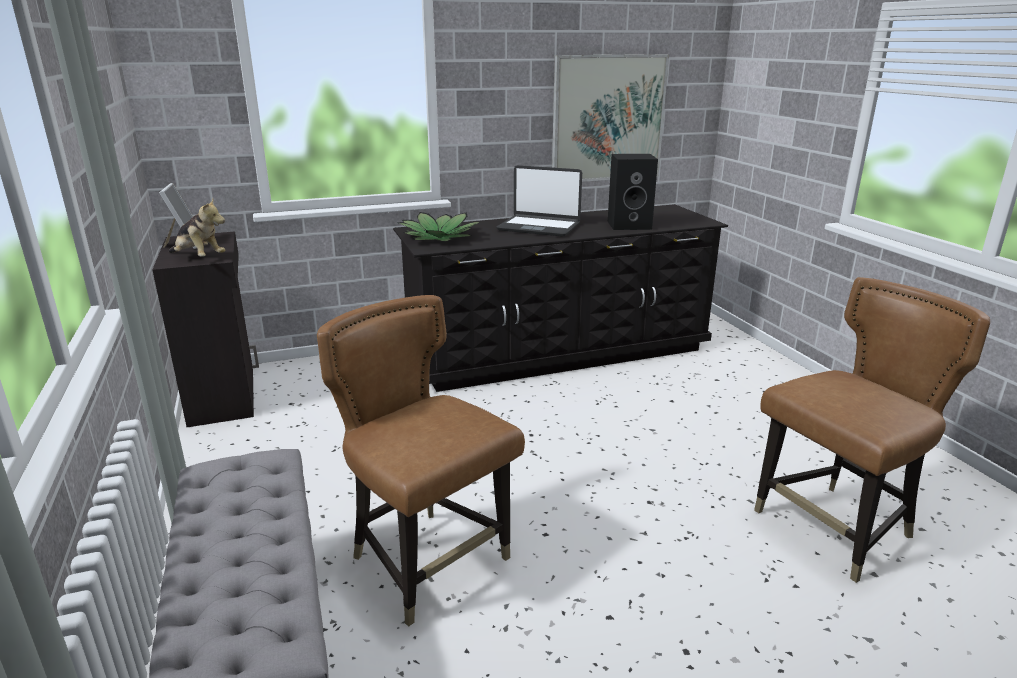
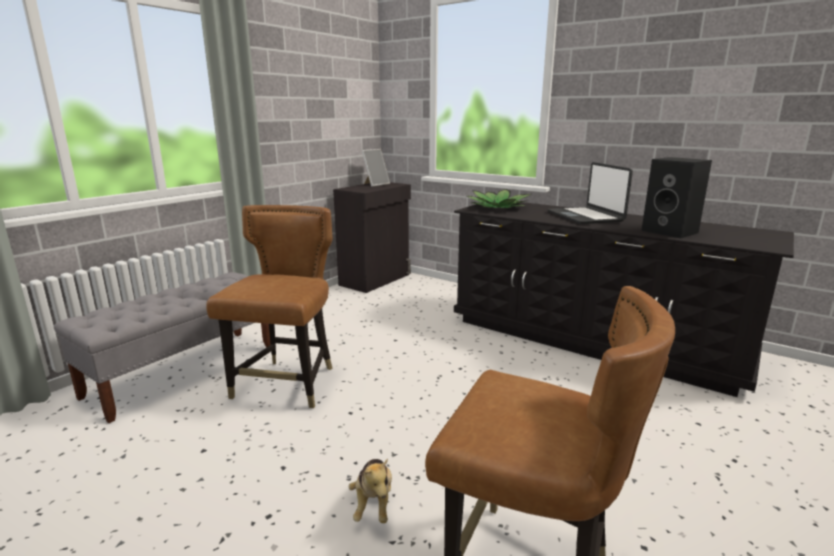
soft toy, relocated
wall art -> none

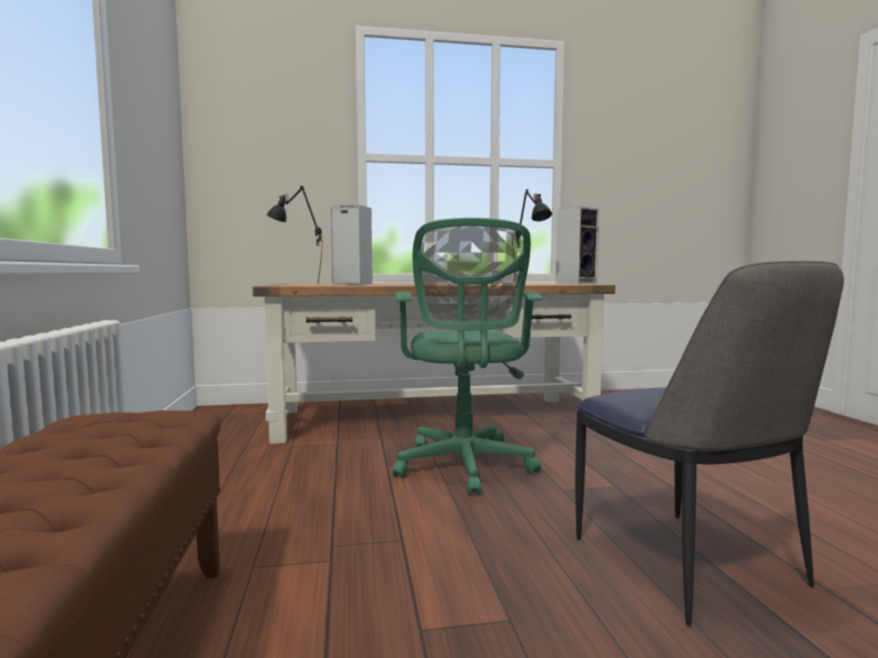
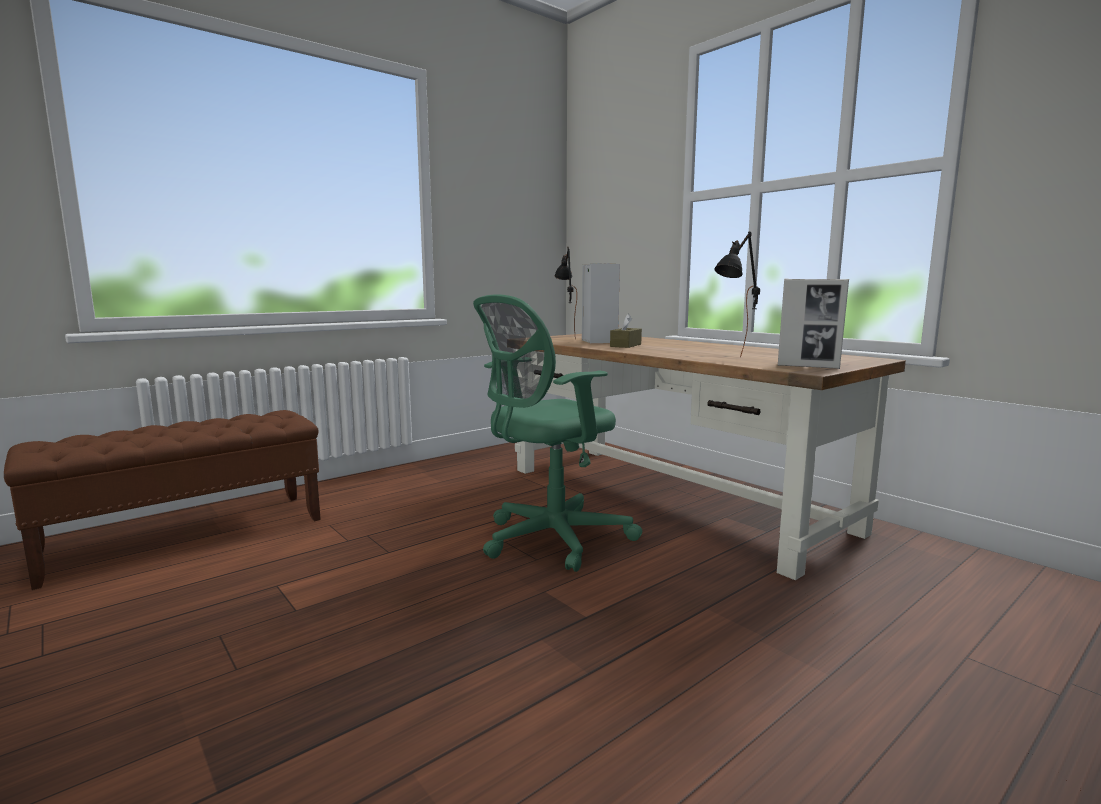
none -> tissue box (brown-coloured)
speaker (no. 2 from left) -> photo frame
plain chair -> none

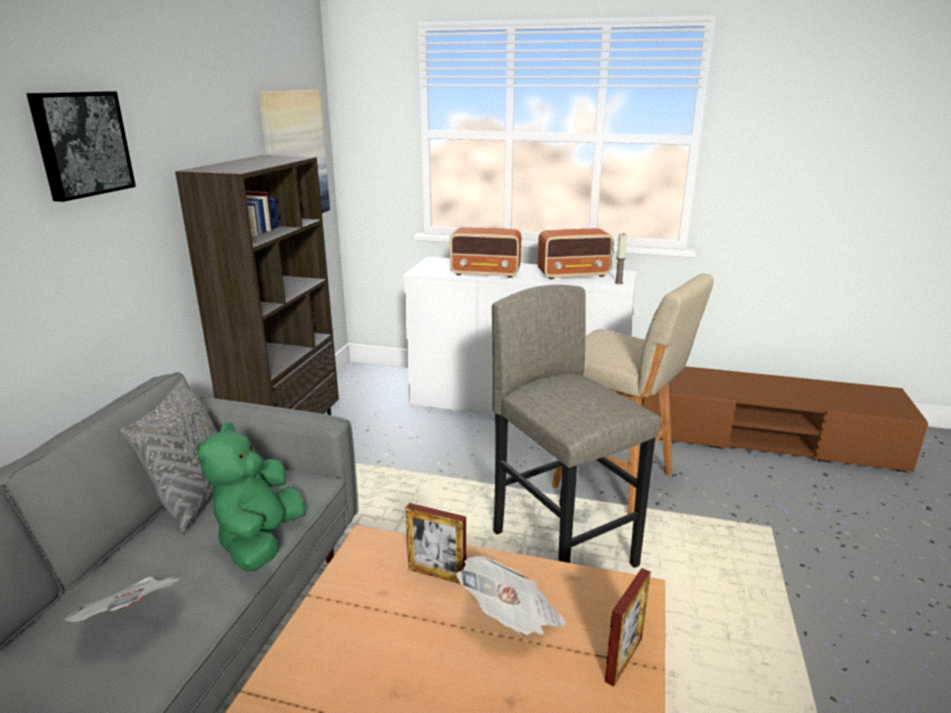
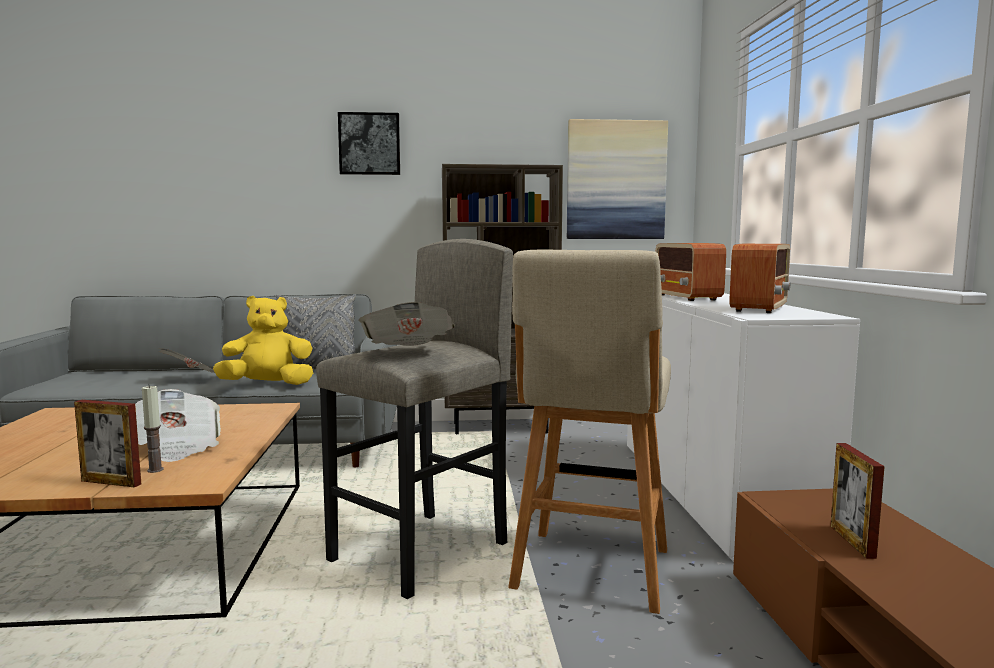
wax candle, relocated
soft toy (green) -> soft toy (yellow-coloured)
none -> printed paper (no. 3 from left)
radio set (no. 2 from left), 120 degrees counterclockwise
photo frame (no. 1 from left in the first image) -> photo frame (no. 2 from left), relocated

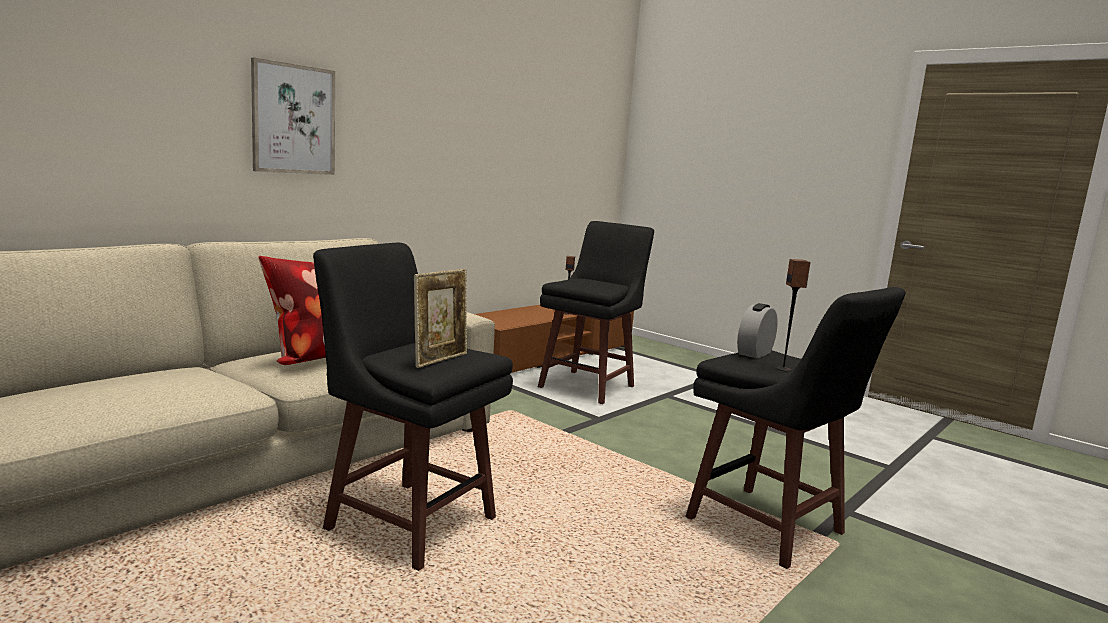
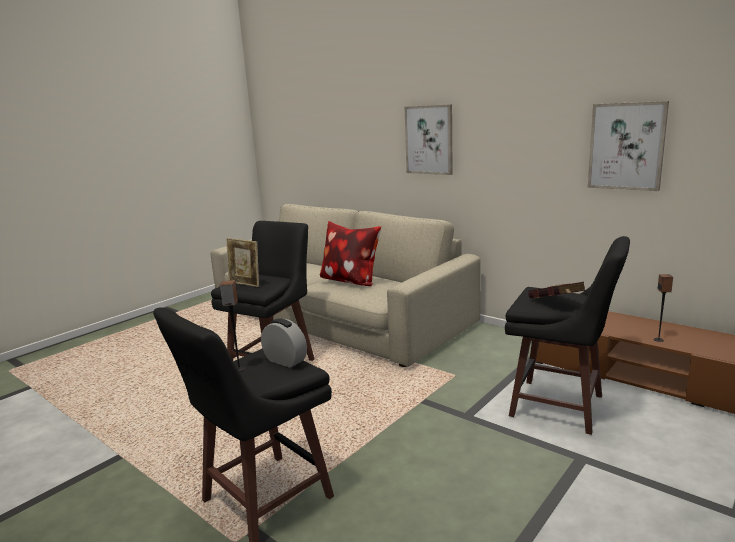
none -> volume (red-coloured)
none -> wall art (no. 2 from left)

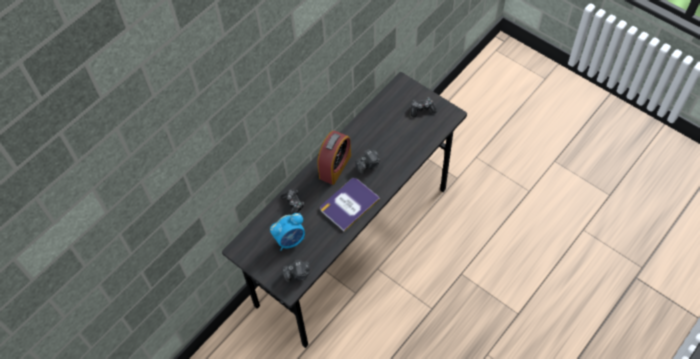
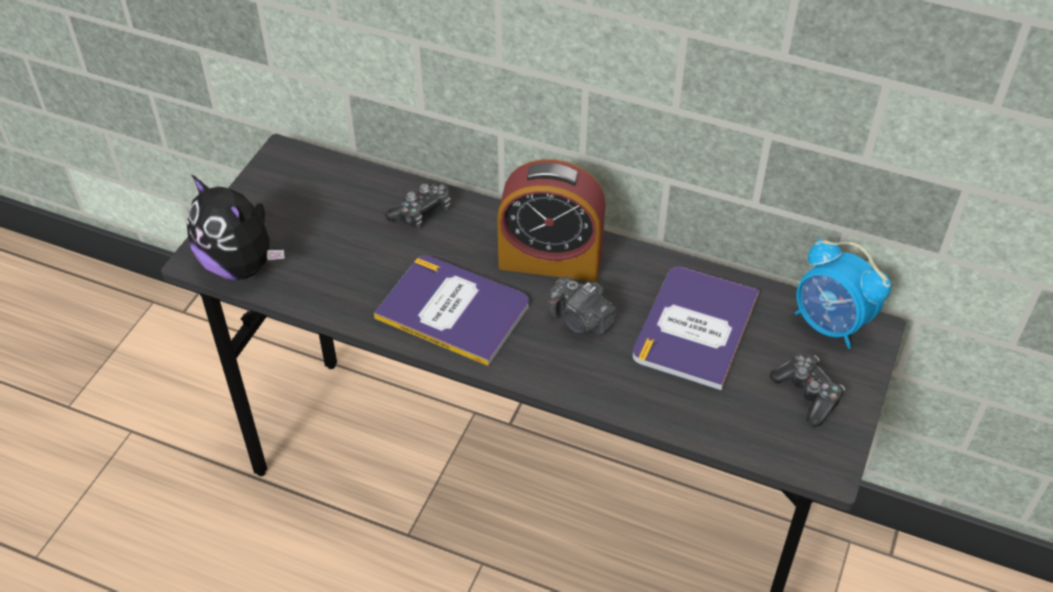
still camera (no. 1 from left) -> soft toy
none -> volume (no. 2 from left)
bedside clock (no. 1 from left in the first image) -> bedside clock (no. 2 from left), relocated

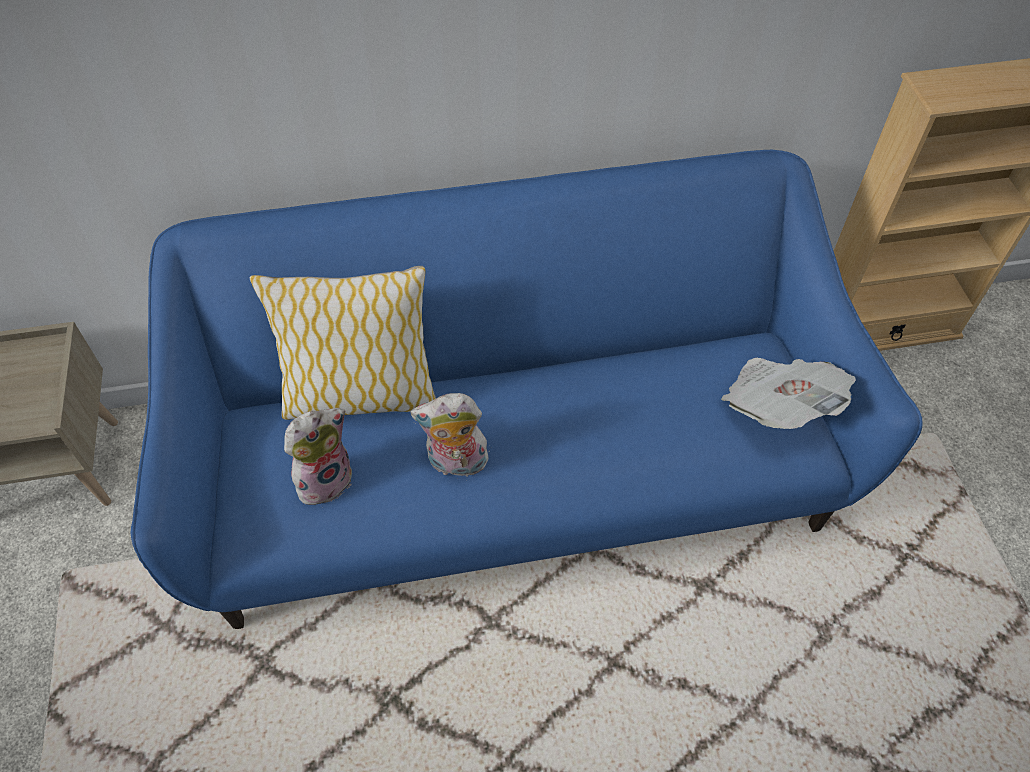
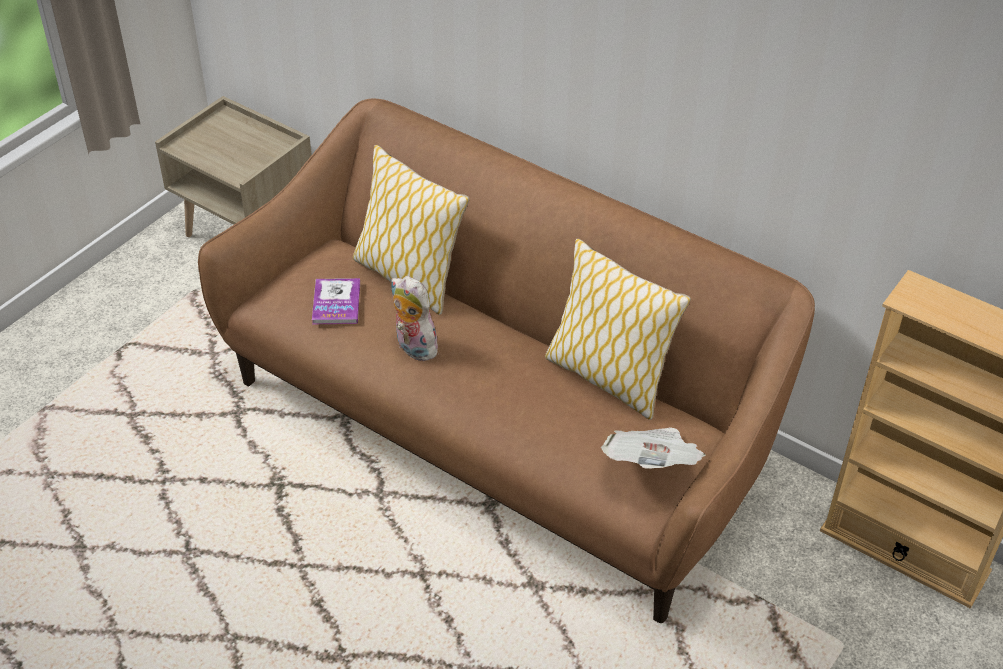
couch (blue-coloured) -> couch (brown-coloured)
soft toy (no. 1 from left) -> volume
none -> cushion (no. 2 from left)

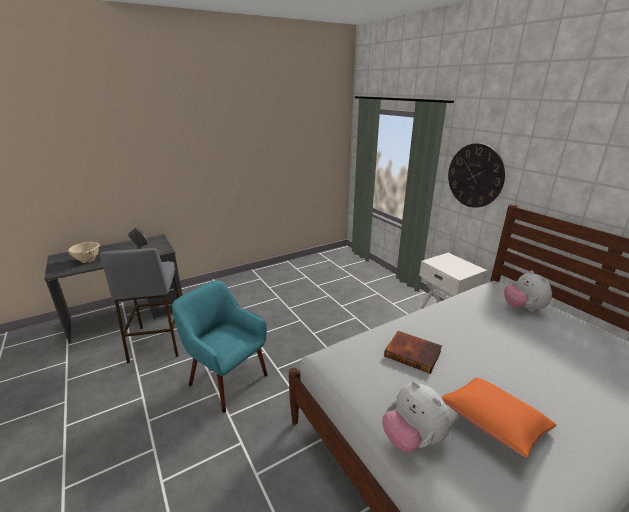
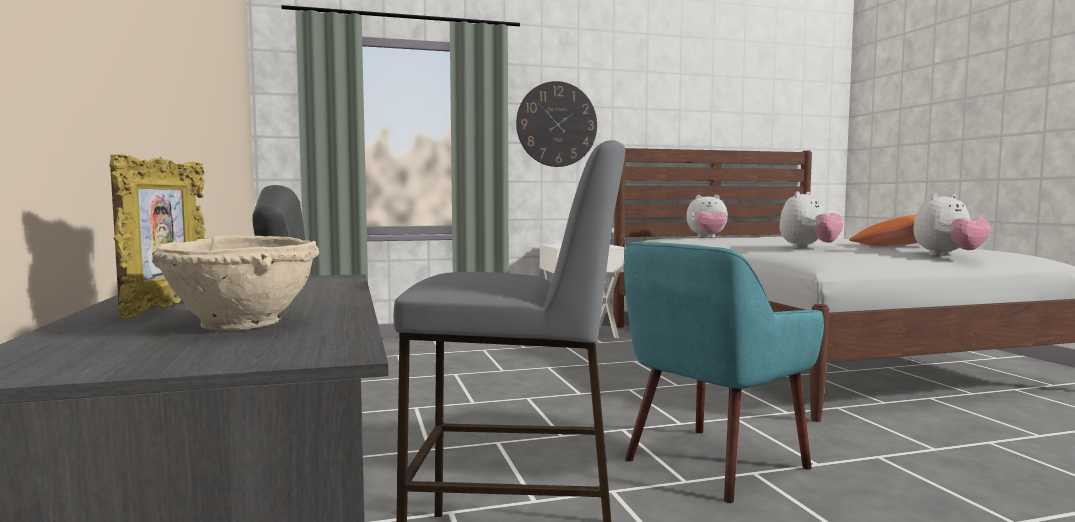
none -> photo frame
volume -> soft toy (no. 2 from left)

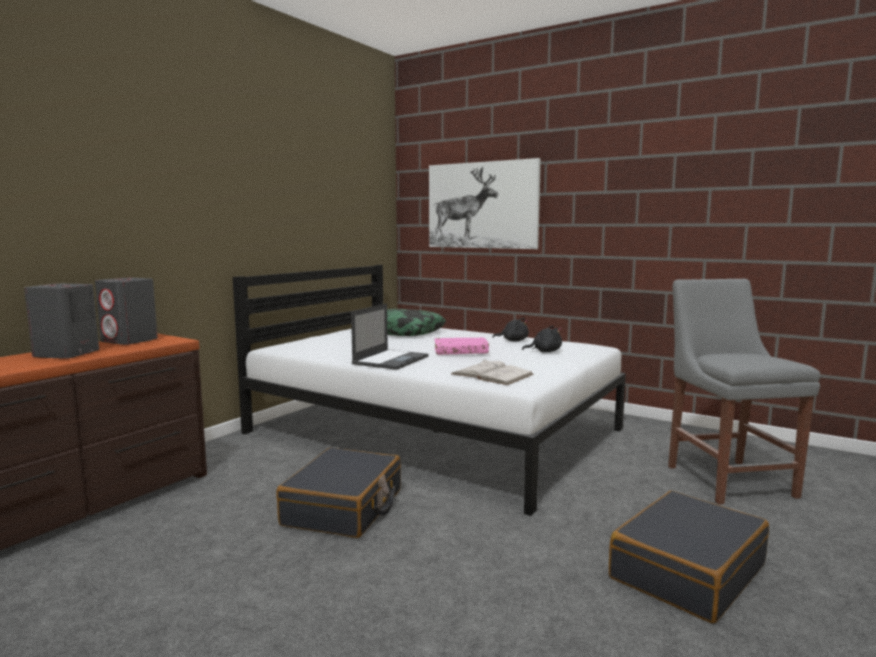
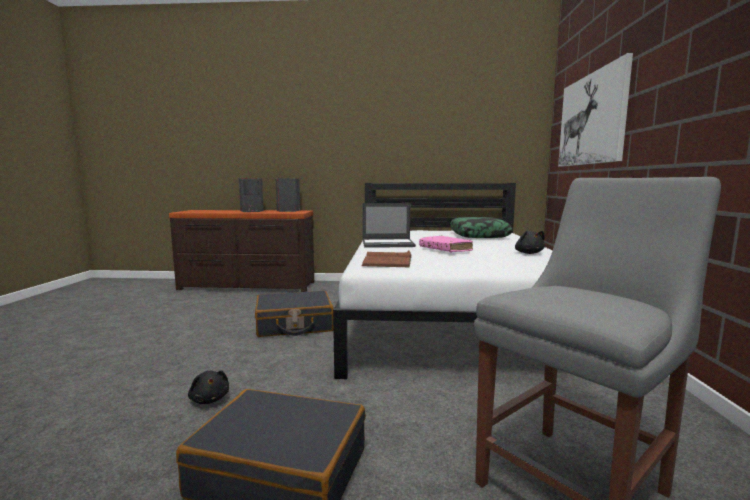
soft toy (black) (no. 2 from left in the first image) -> soft toy (black) (no. 1 from left), relocated
volume (white-coloured) -> volume (brown-coloured)

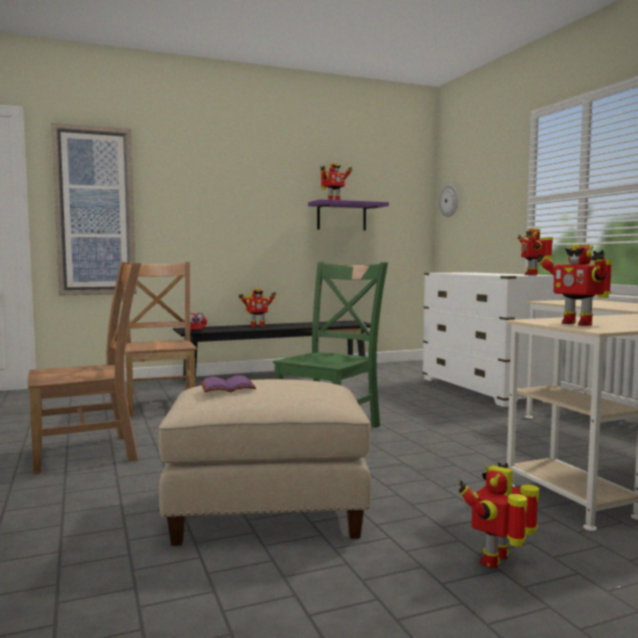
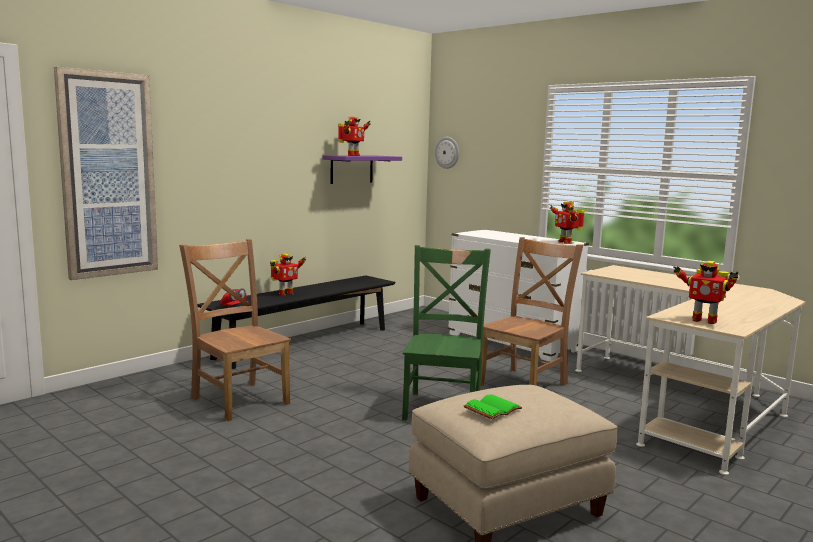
volume (purple) -> volume (green)
plain chair (brown-coloured) (no. 1 from left in the first image) -> plain chair (brown-coloured) (no. 2 from left), relocated
toy robot (no. 3 from left) -> none

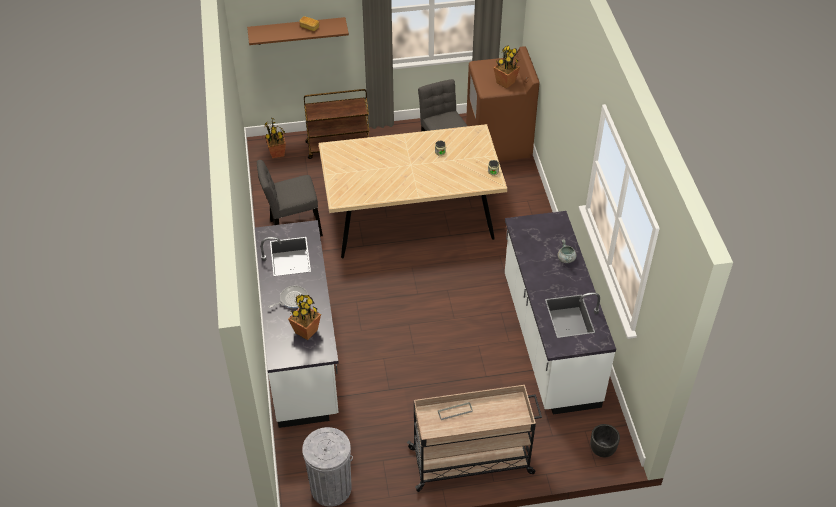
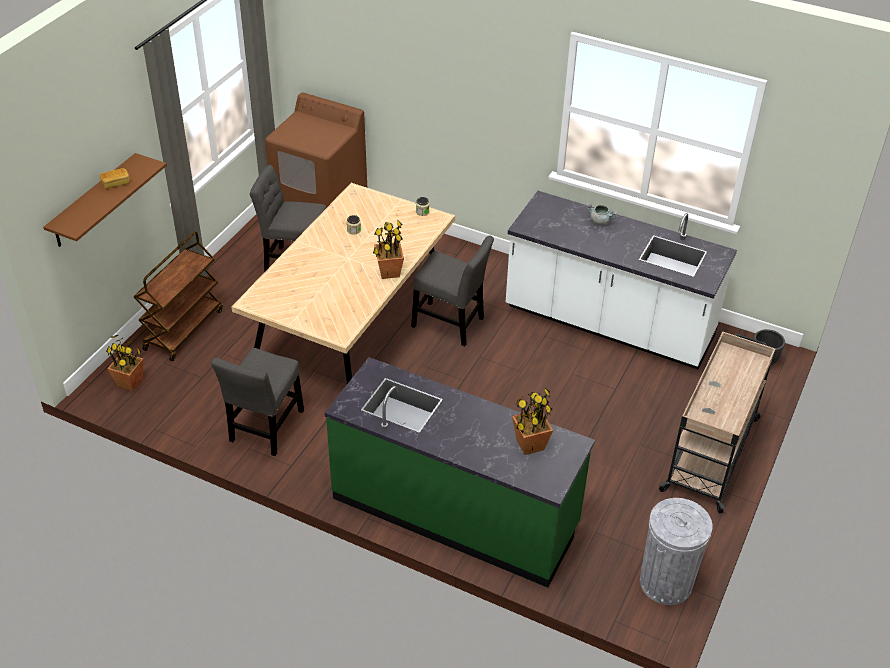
kitchen counter (white-coloured) (no. 1 from left) -> kitchen counter (green)
potted plant (no. 3 from left in the first image) -> potted plant (no. 2 from left), relocated
none -> plain chair (grey) (no. 3 from left)
skillet -> none

